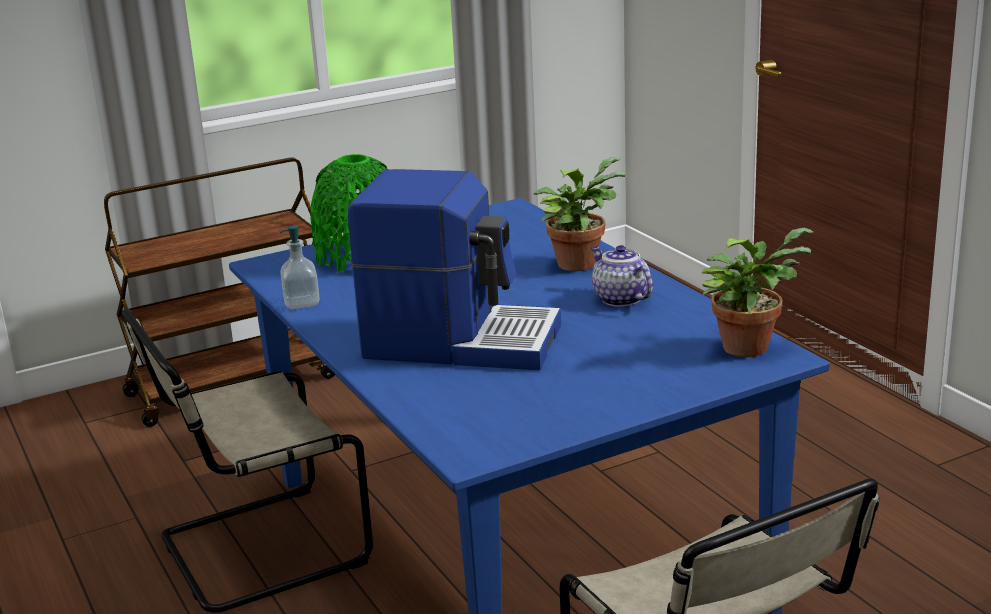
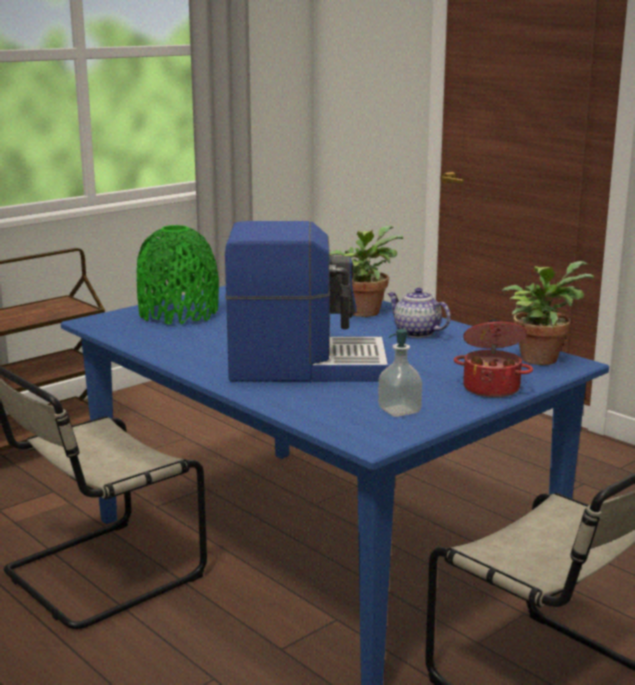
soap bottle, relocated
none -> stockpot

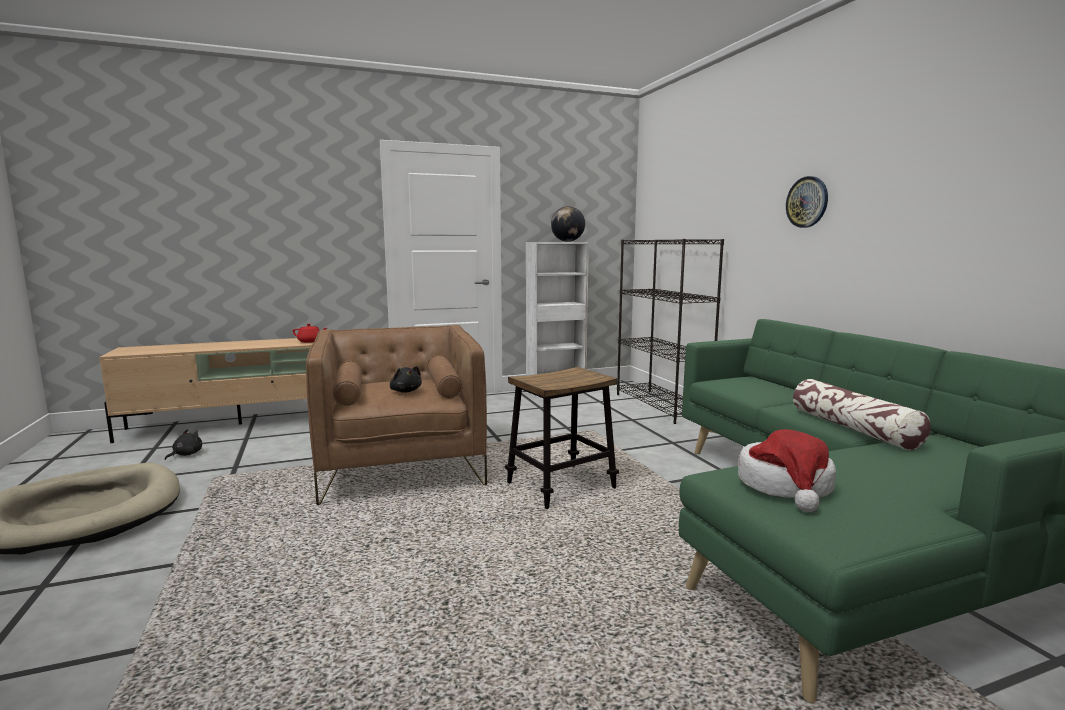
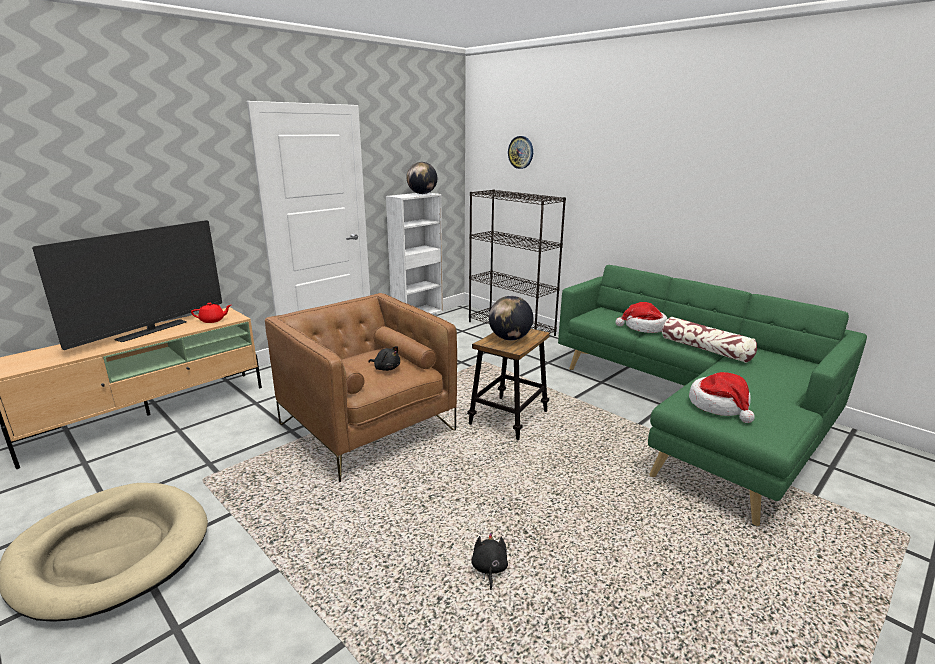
none -> TV set
soft toy (black) (no. 1 from left in the first image) -> soft toy (black) (no. 2 from left), relocated
none -> globe (no. 2 from left)
wall clock, relocated
none -> hat (no. 1 from left)

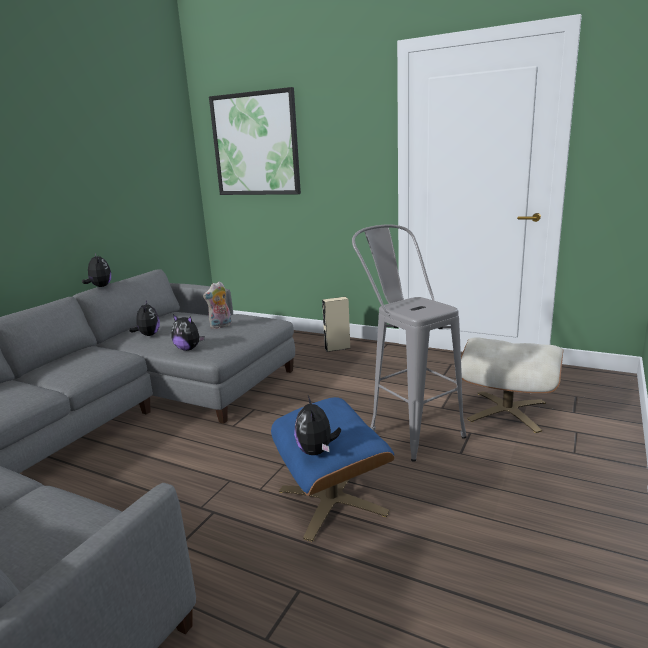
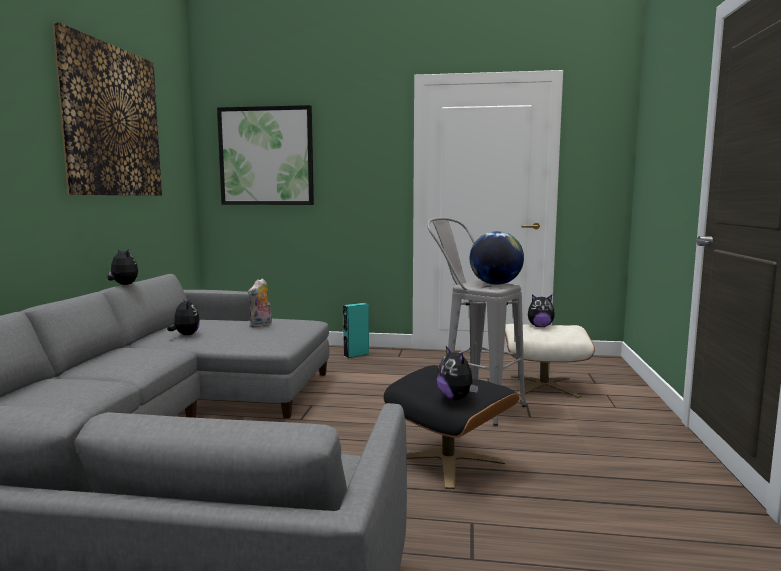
none -> wall art (no. 1 from left)
speaker (sand-coloured) -> speaker (blue-green)
footrest (blue-coloured) -> footrest (black)
none -> globe
soft toy (no. 3 from left in the first image) -> soft toy (no. 5 from left), relocated

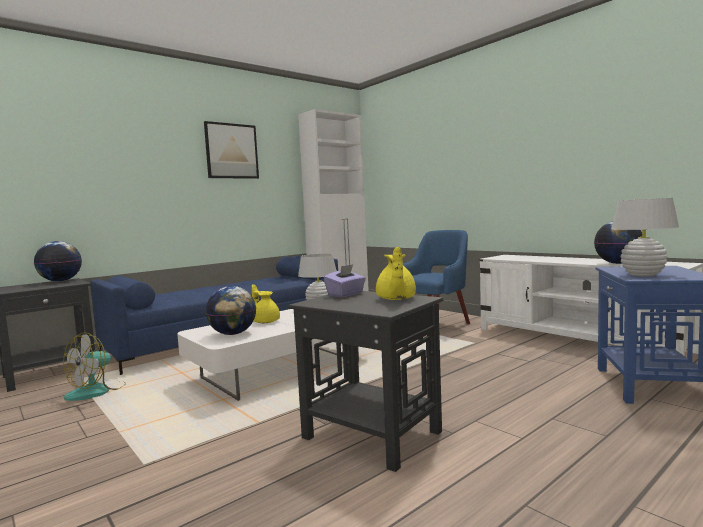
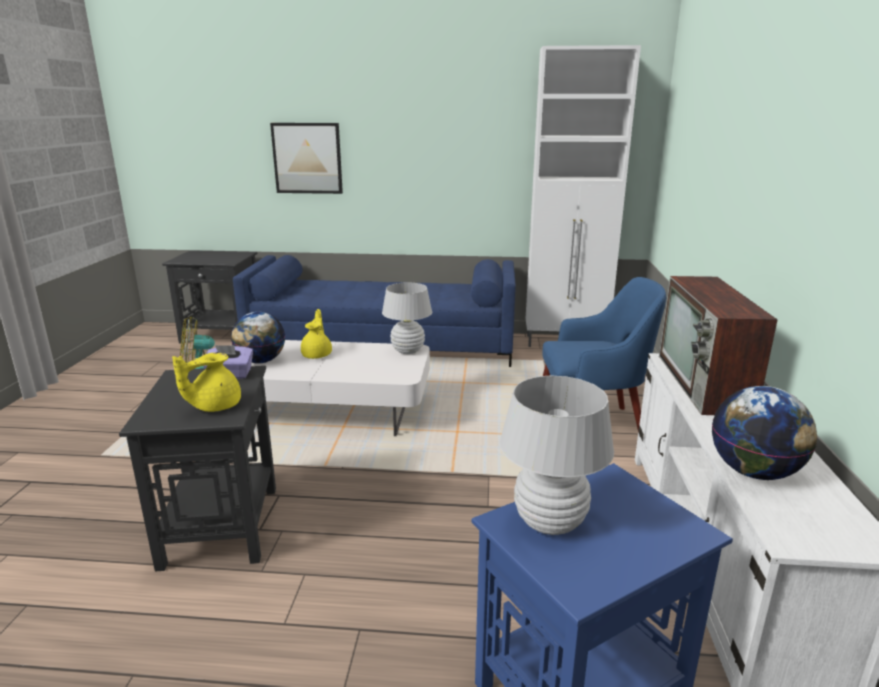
wall art, relocated
none -> TV set
globe (no. 1 from left) -> none

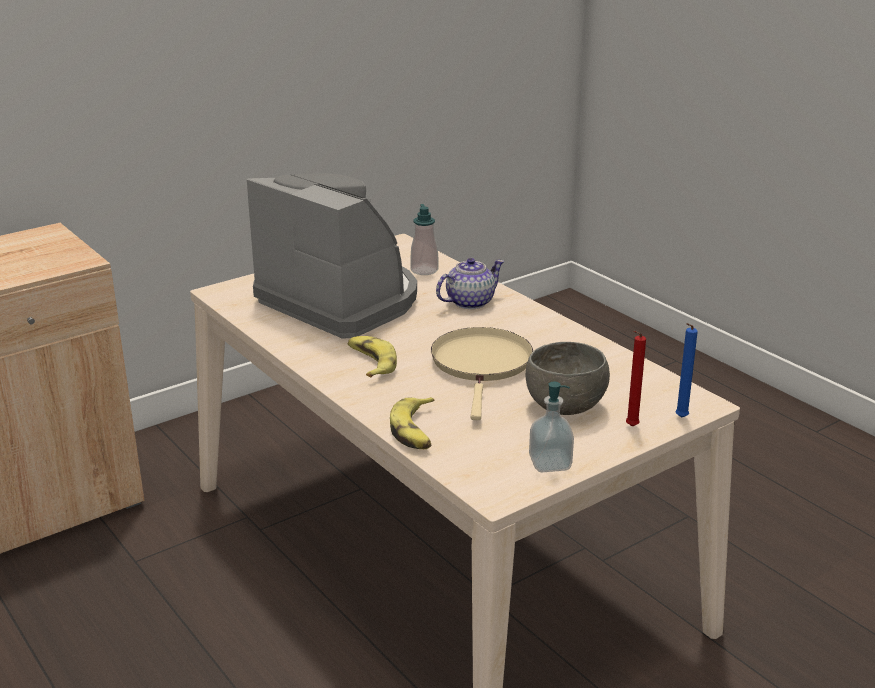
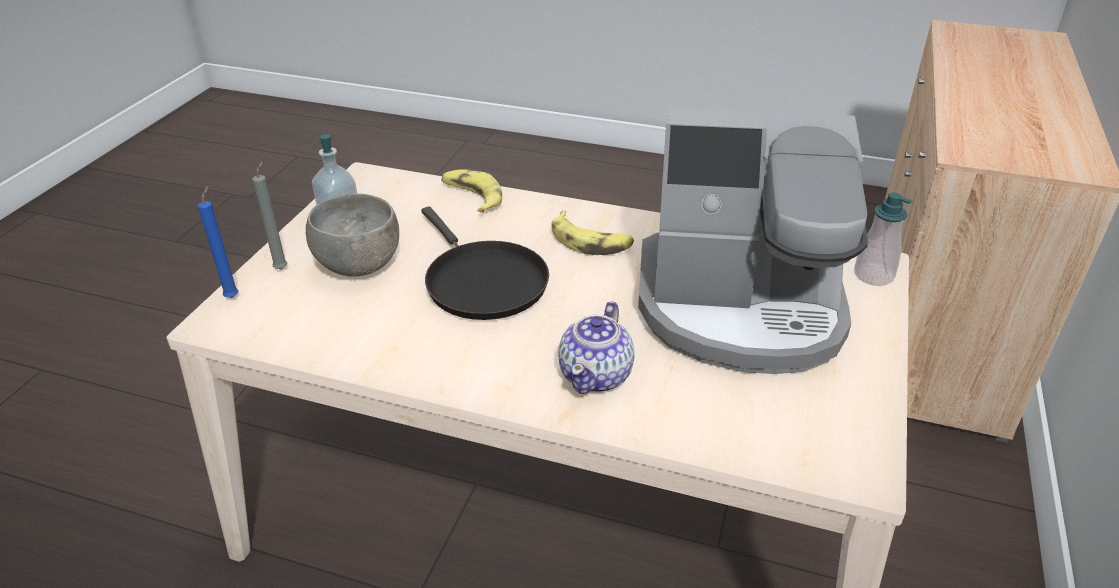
wax candle (red-coloured) -> wax candle (grey)
skillet (sand-coloured) -> skillet (black)
soap bottle (no. 1 from left in the first image) -> soap bottle (no. 2 from left), relocated

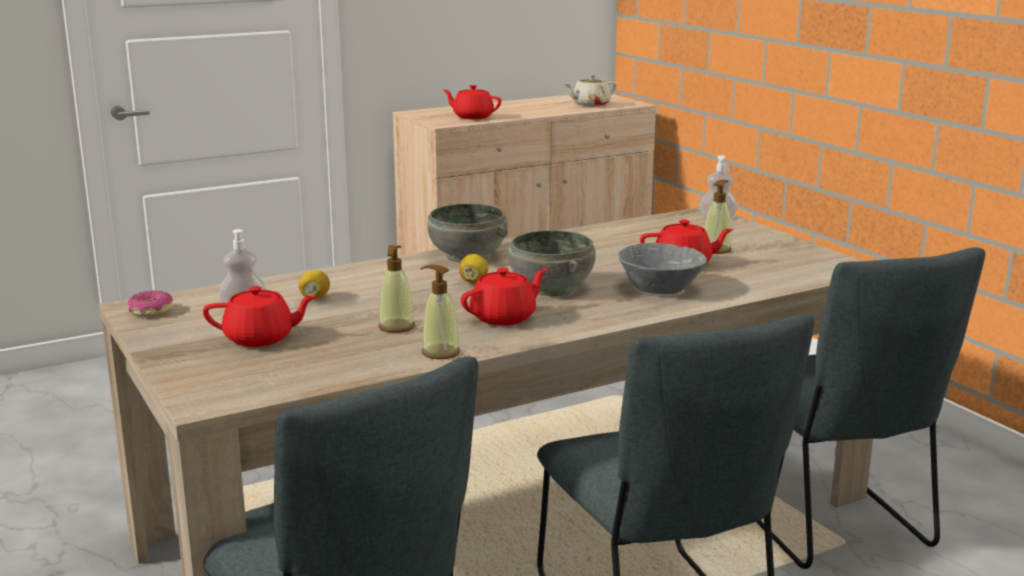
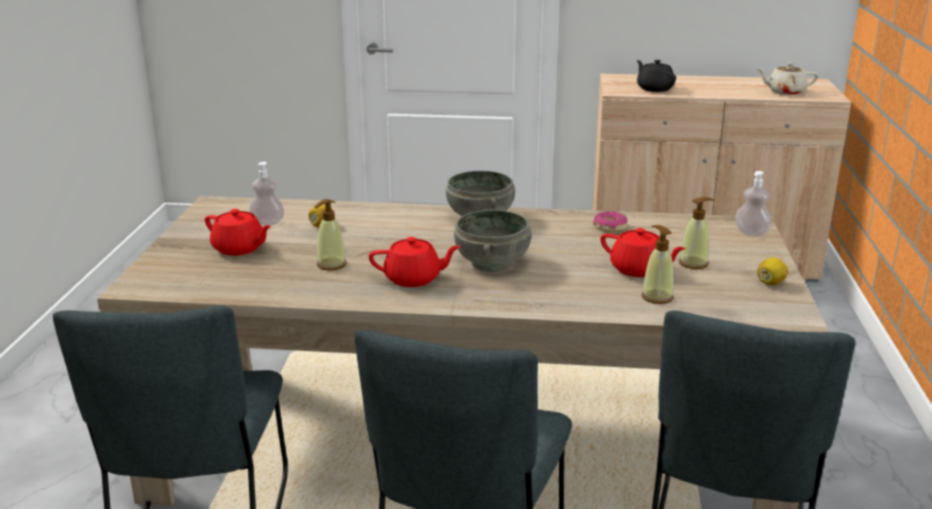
doughnut, relocated
tea pot (red-coloured) (no. 2 from left) -> tea pot (black)
soap bottle (no. 3 from left), relocated
citrus fruit (no. 2 from left), relocated
serving bowl (grey) (no. 3 from left) -> none

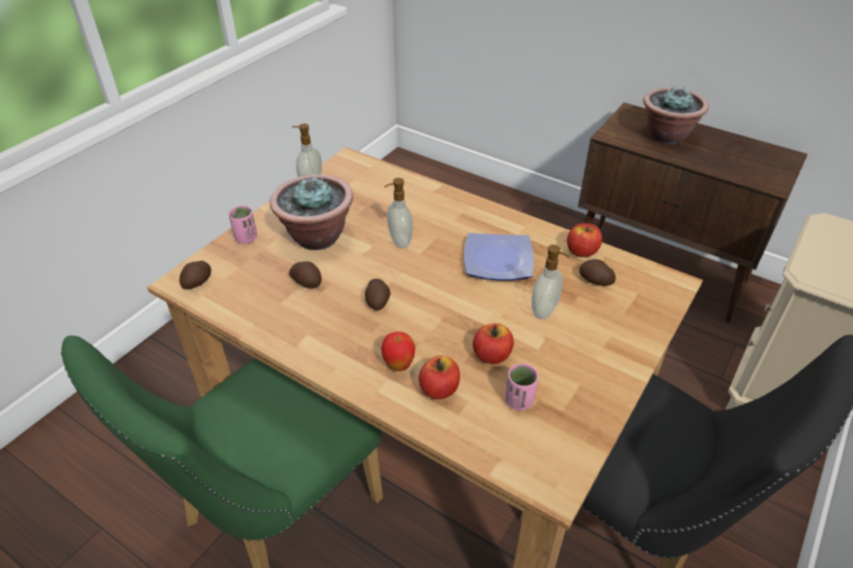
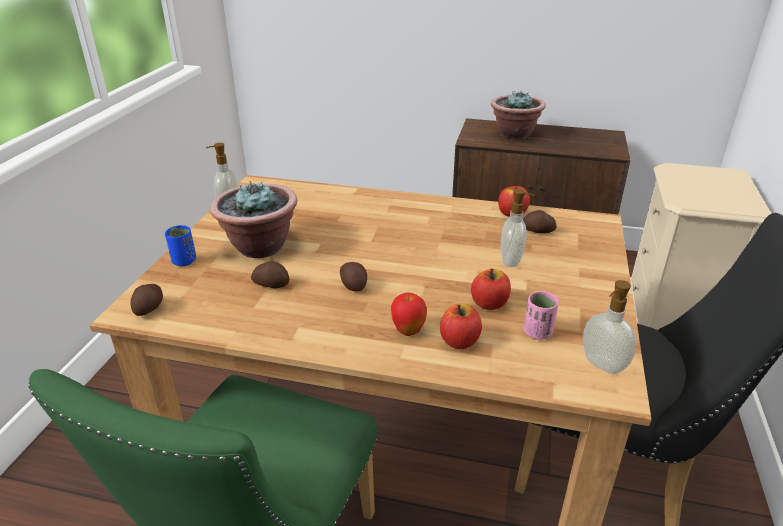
drinking cup (pink-coloured) (no. 1 from left) -> drinking cup (blue-coloured)
soap bottle (no. 2 from left in the first image) -> soap bottle (no. 3 from left), relocated
plate -> none

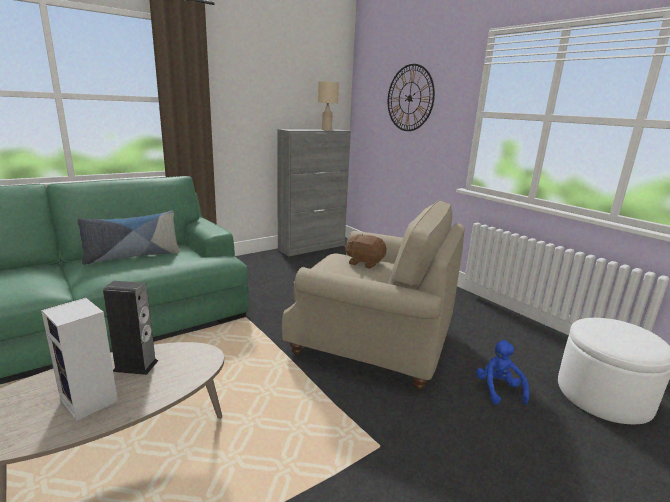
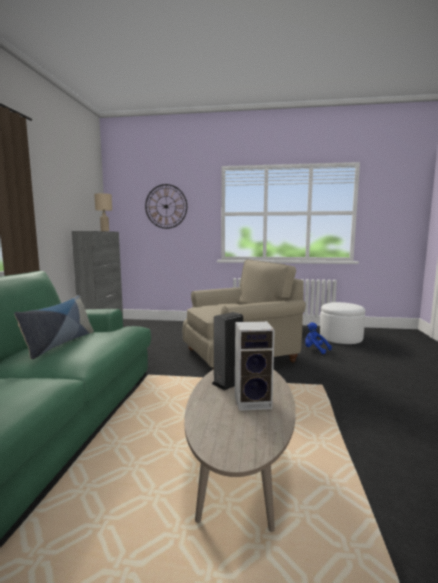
soft toy (brown-coloured) -> none

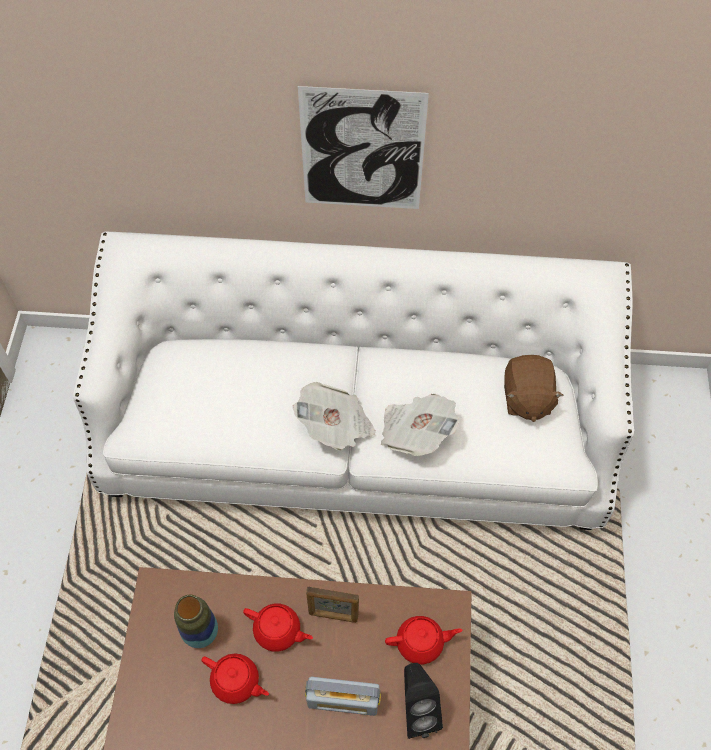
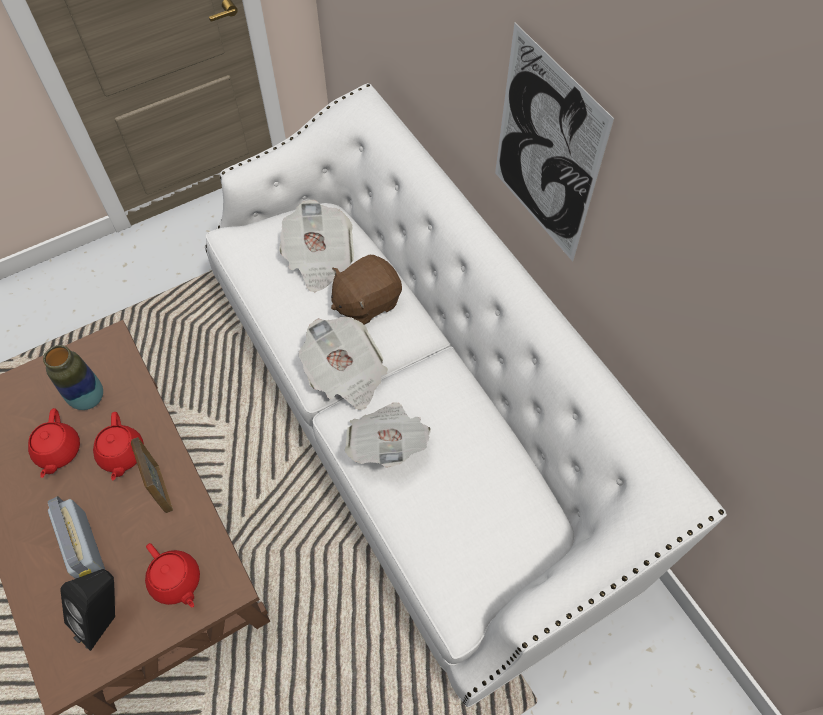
none -> printed paper (no. 1 from left)
soft toy (brown-coloured), relocated

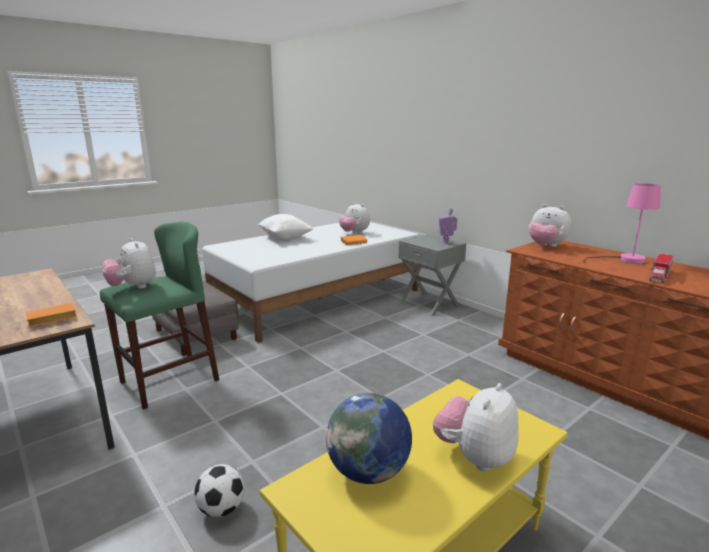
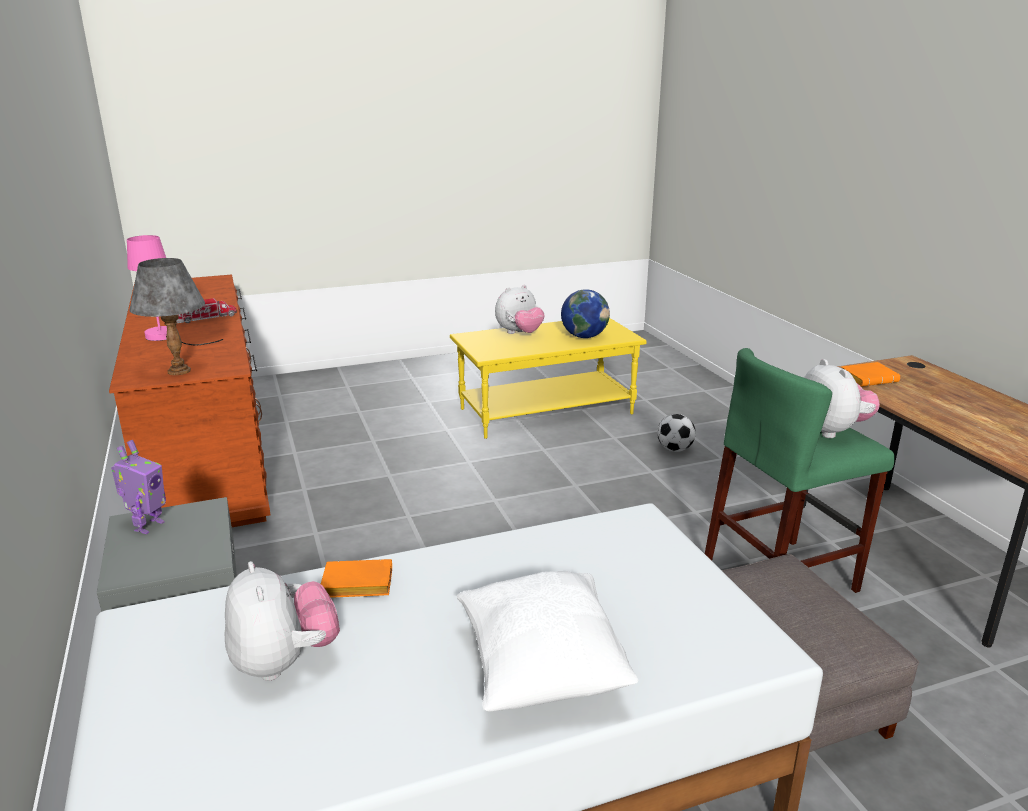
soft toy (no. 4 from left) -> tabletop lamp (grey)

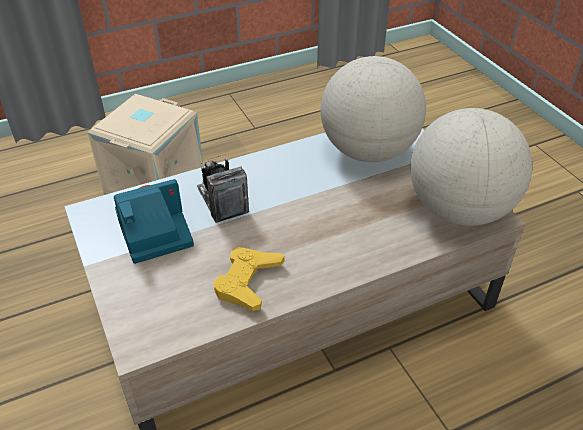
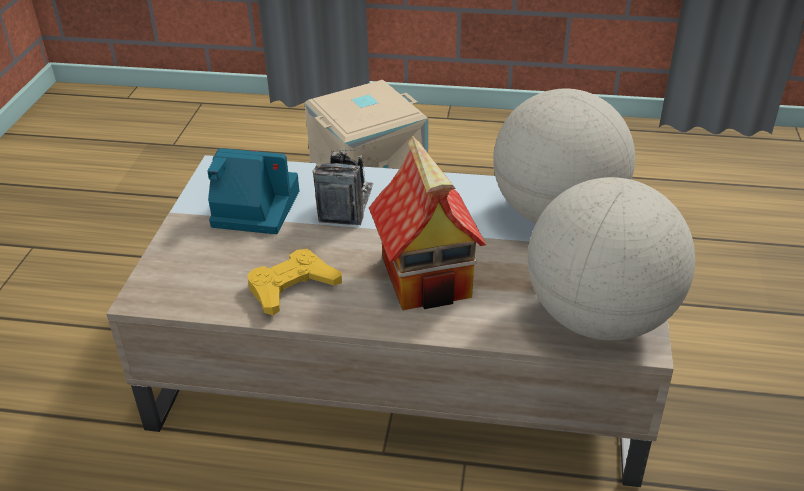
none -> model house

